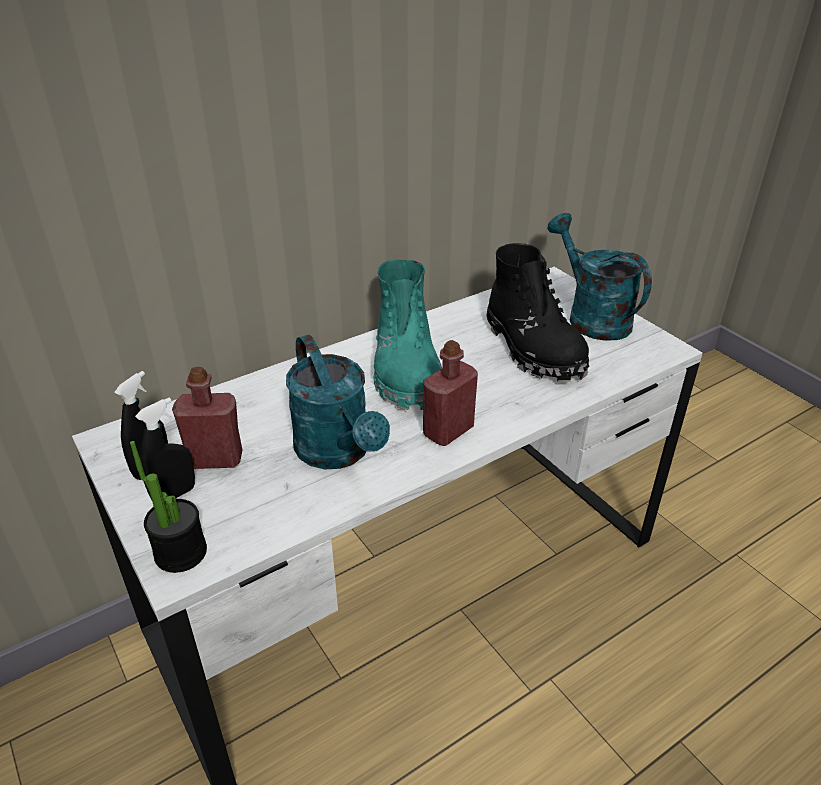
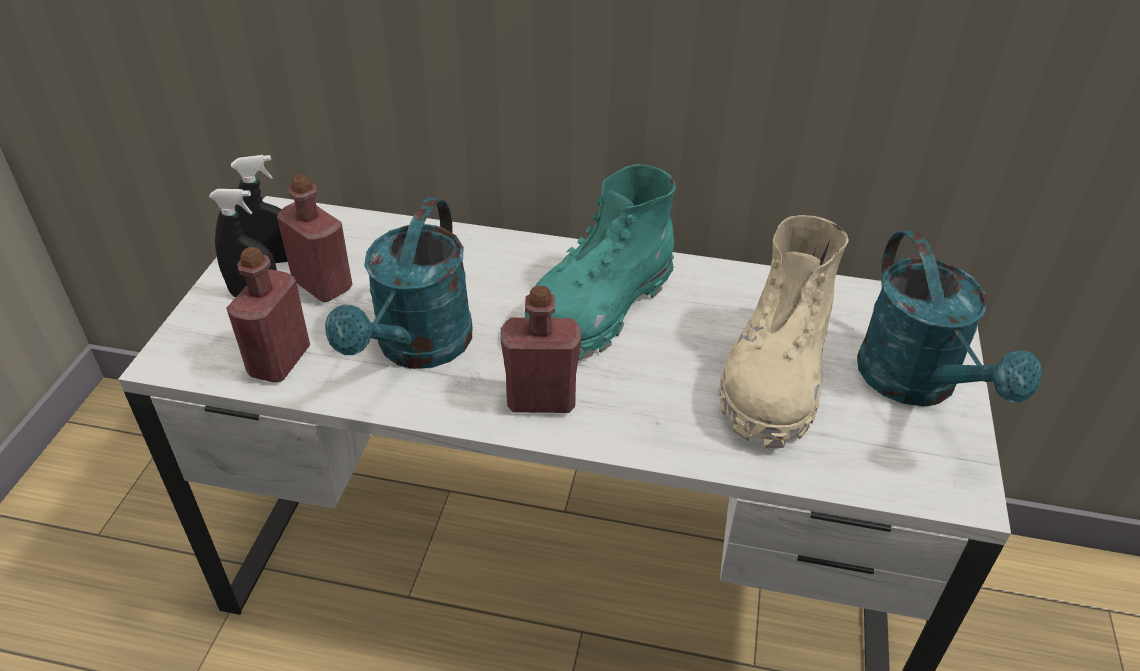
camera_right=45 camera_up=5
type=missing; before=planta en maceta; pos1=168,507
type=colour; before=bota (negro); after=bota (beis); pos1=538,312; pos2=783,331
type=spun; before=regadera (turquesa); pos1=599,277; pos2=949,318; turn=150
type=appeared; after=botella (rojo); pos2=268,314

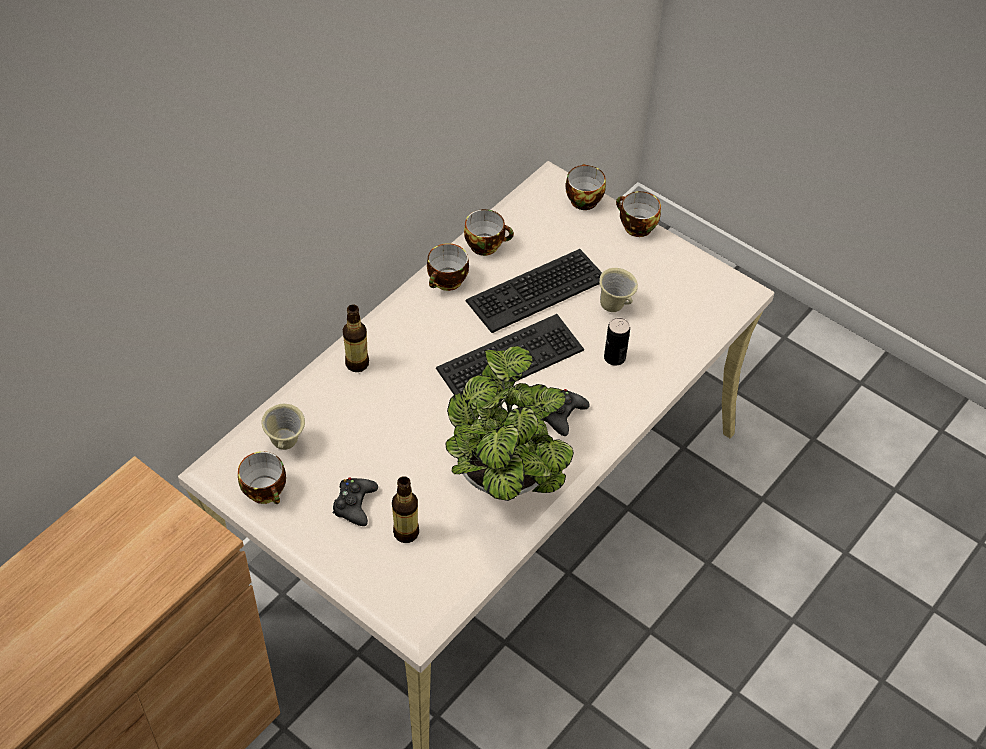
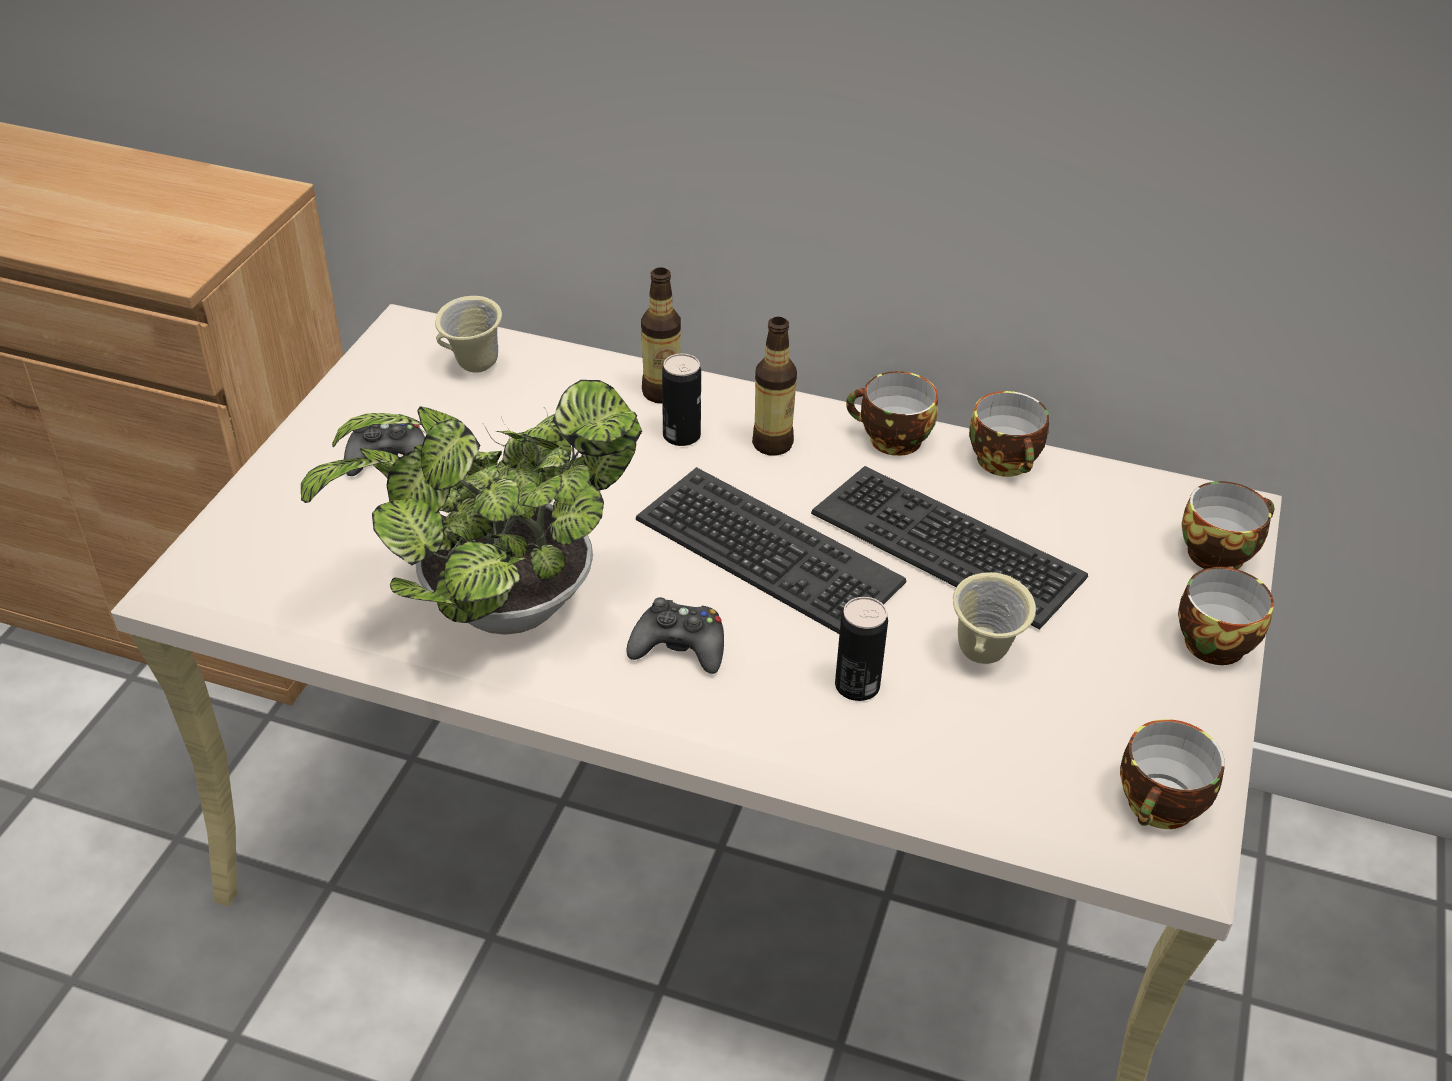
camera_right=70 camera_up=-10
type=relocated; before=taza; pos1=262,477; pos2=1172,774
type=relocated; before=botella; pos1=405,509; pos2=774,386
type=appeared; after=lata; pos2=681,400

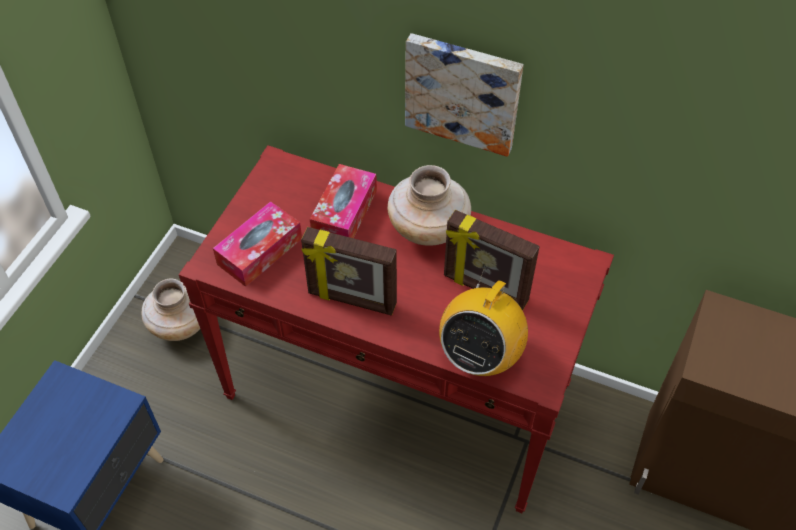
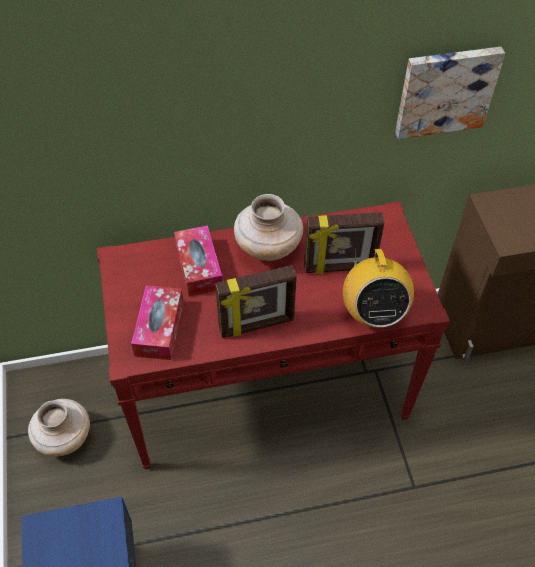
camera_right=-35 camera_up=0
type=relocated; before=cuadro; pos1=464,95; pos2=450,93

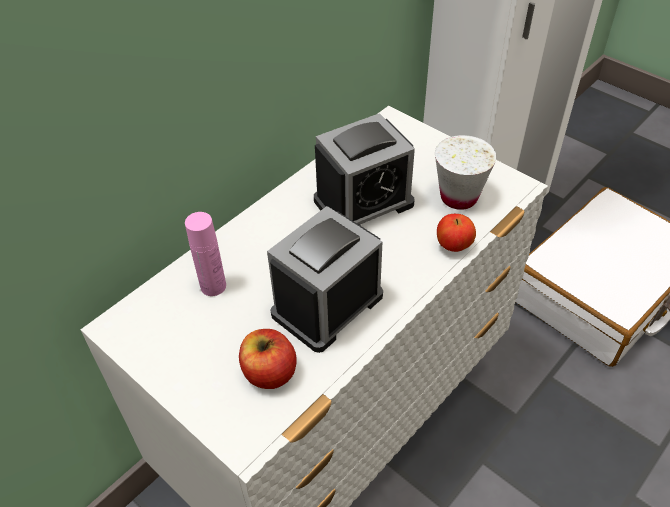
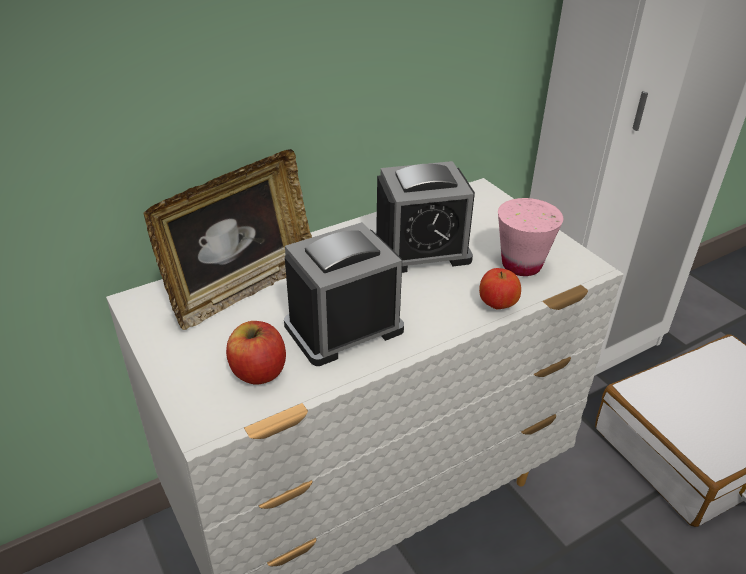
camera_right=15 camera_up=-10
type=exchanged; before=botella (rosa); after=portarretratos; pos1=205,254; pos2=227,239
type=colour; before=taza (blanco); after=taza (rosa); pos1=466,172; pos2=530,237

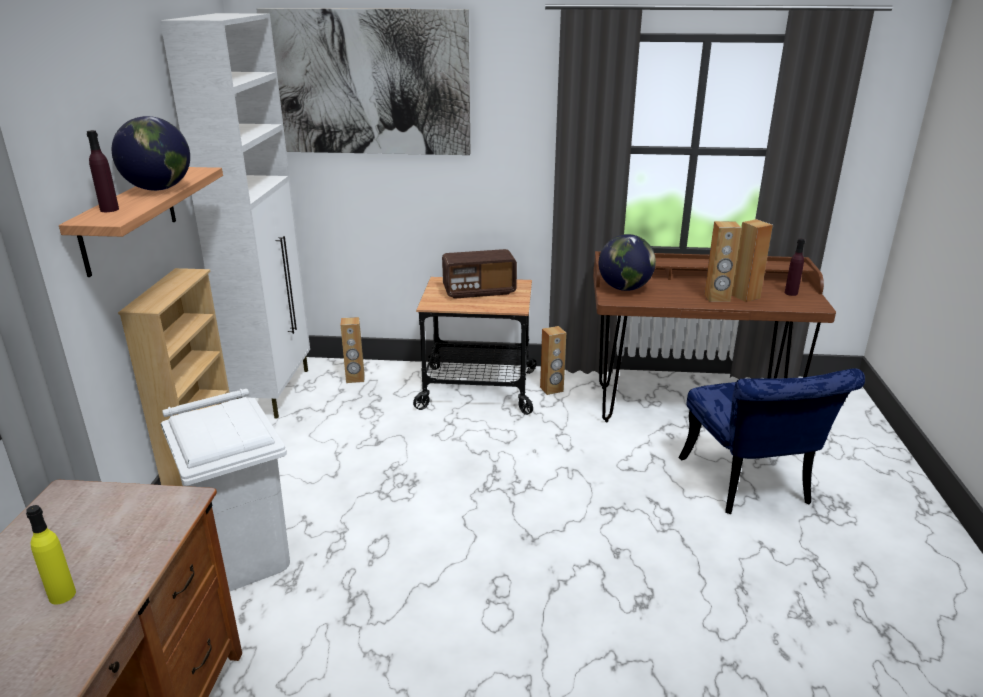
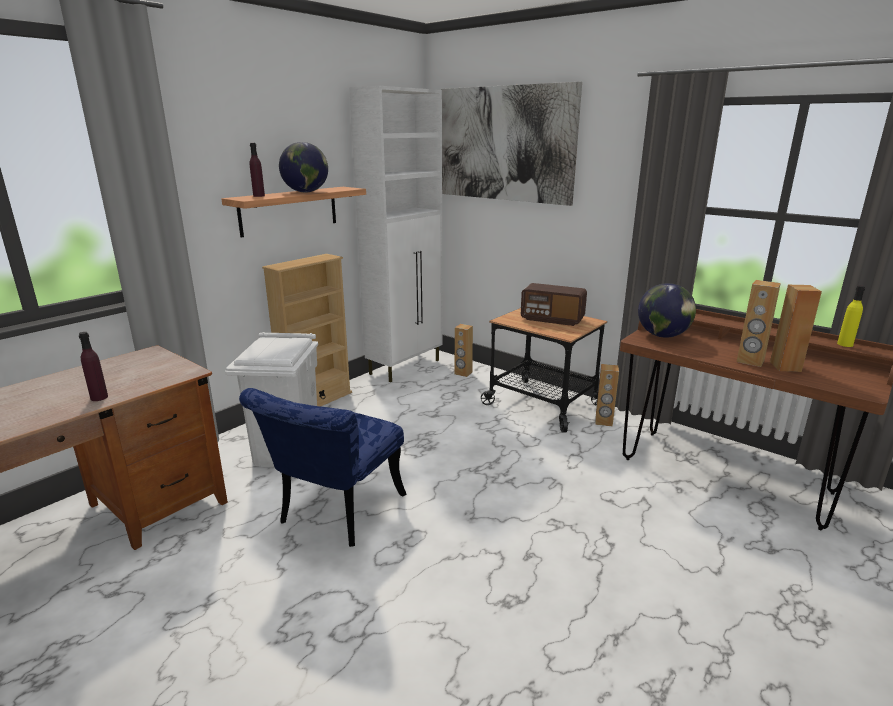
camera_right=35 camera_up=-5
type=relocated; before=botella (amarillo); pos1=51,554; pos2=851,316
type=relocated; before=silla (azul); pos1=771,441; pos2=322,467
type=relocated; before=botella (morado); pos1=795,267; pos2=93,366

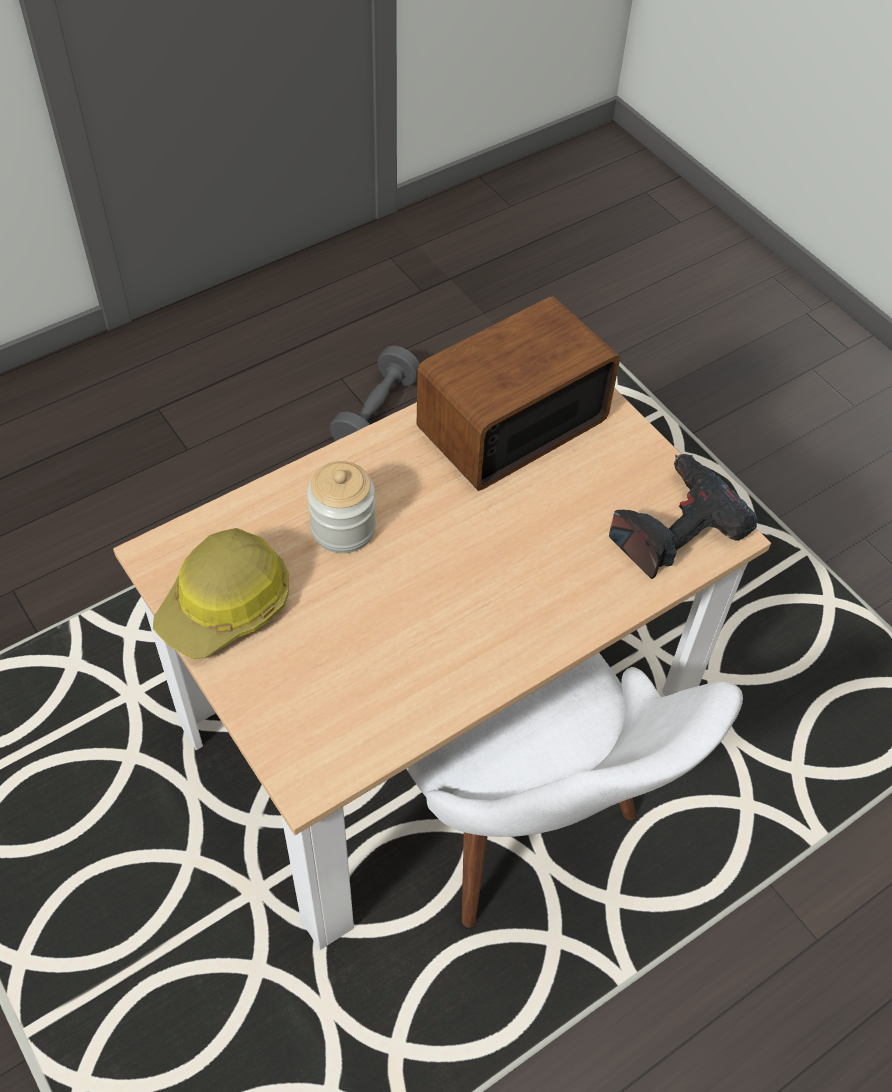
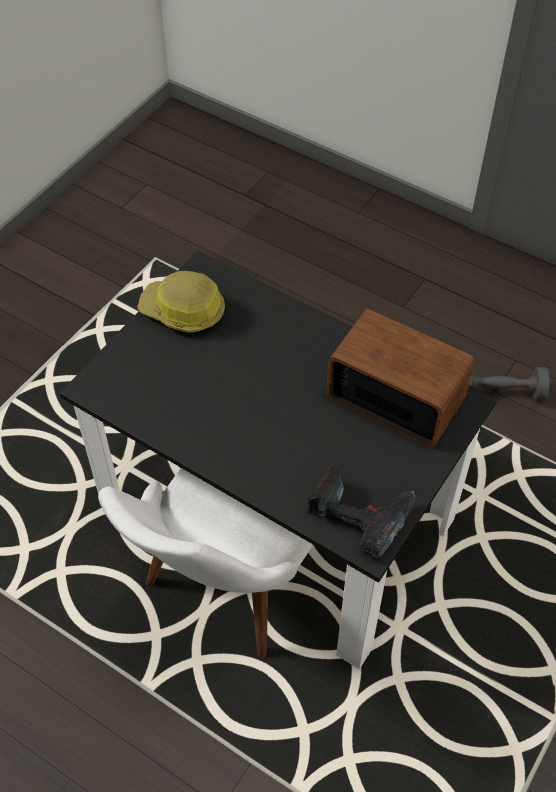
camera_right=70 camera_up=0
type=colour; before=mesa de comedor (beis); after=mesa de comedor (negro); pos1=442,669; pos2=278,460
type=missing; before=tarro; pos1=341,507

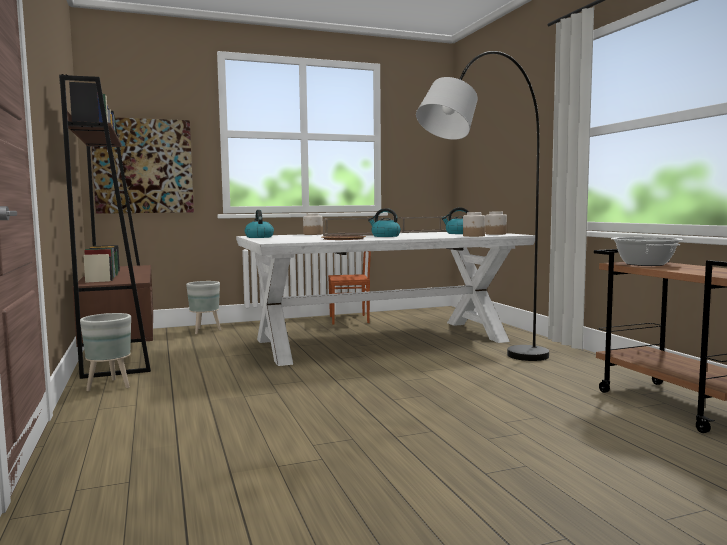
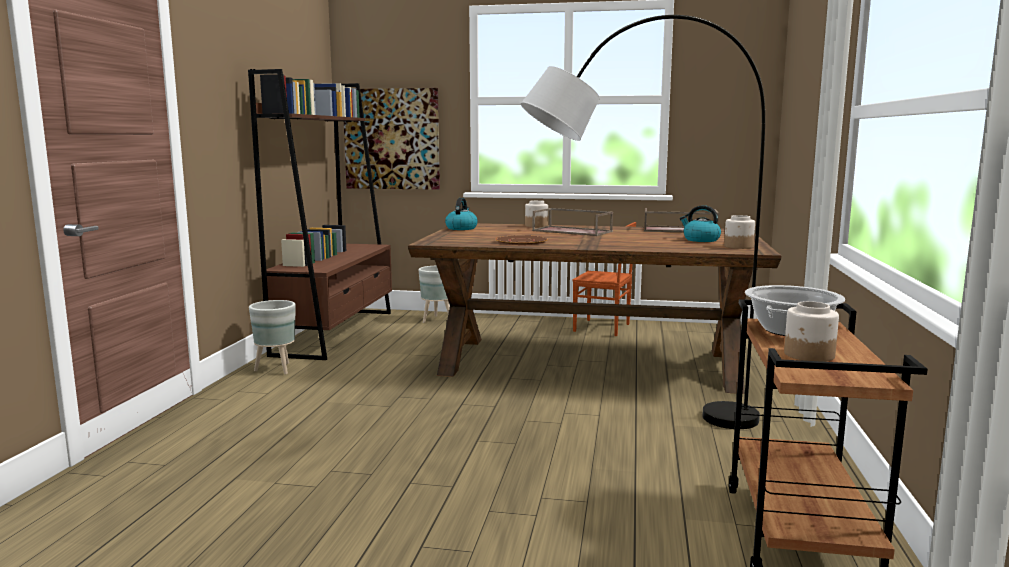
camera_right=30 camera_up=5
type=colour; before=mesa de comedor (blanco); after=mesa de comedor (marrón); pos1=385,299; pos2=594,308
type=missing; before=hervidor; pos1=384,222
type=relocated; before=tarro; pos1=474,224; pos2=811,331

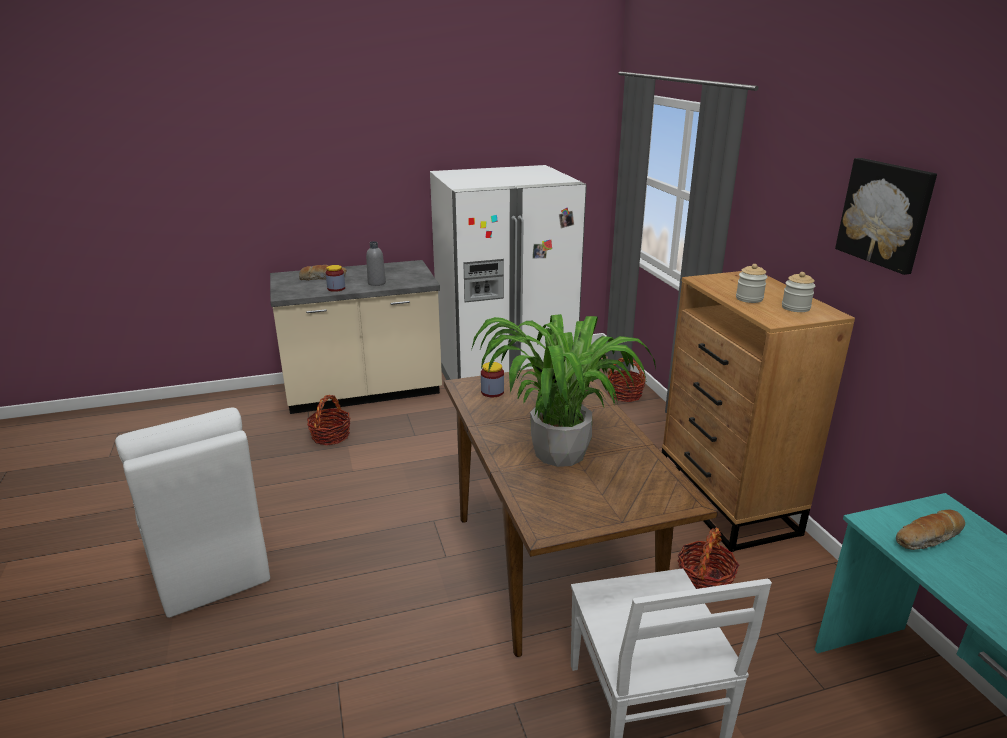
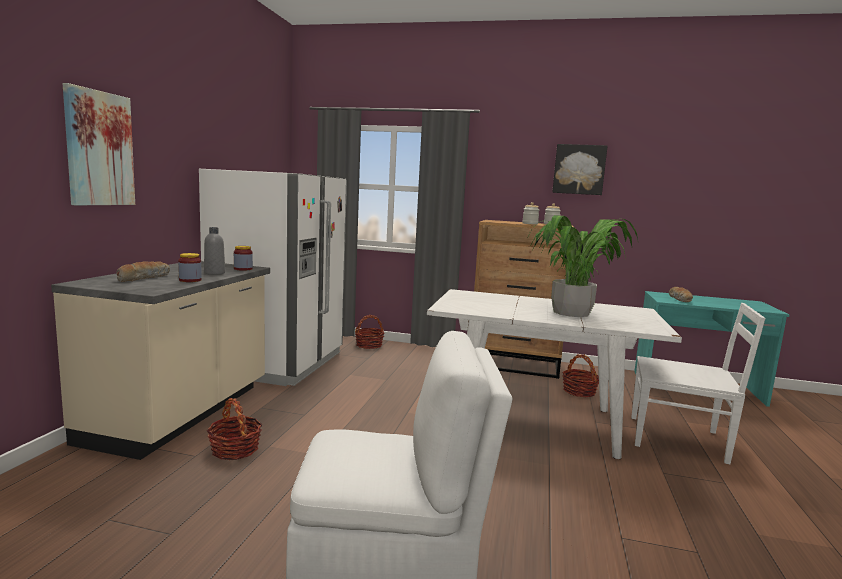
camera_right=-60 camera_up=-15
type=colour; before=mesa de comedor (marrón); after=mesa de comedor (blanco); pos1=581,513; pos2=554,374
type=relocated; before=tarro; pos1=492,379; pos2=243,258
type=appeared; after=cuadro; pos2=99,144

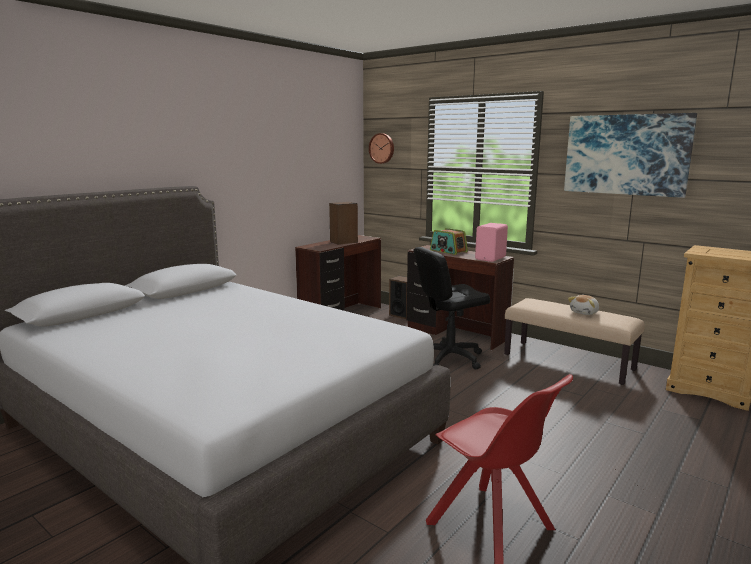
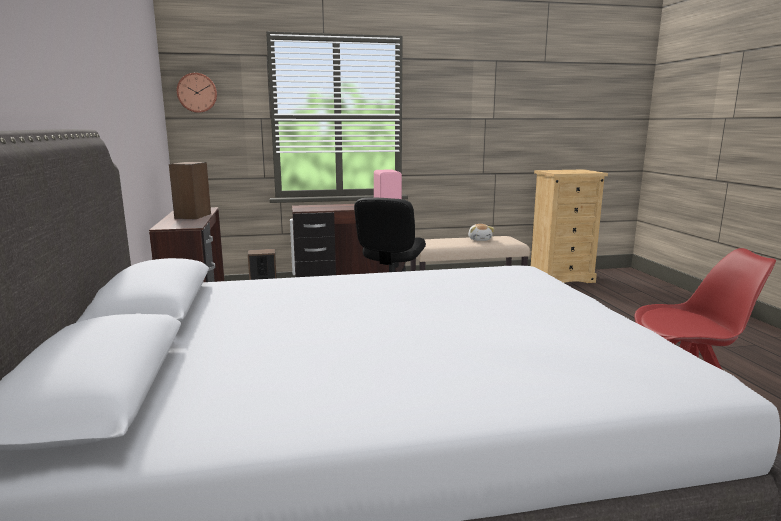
camera_right=-50 camera_up=0
type=missing; before=radio; pos1=449,241
type=missing; before=cuadro; pos1=630,155

